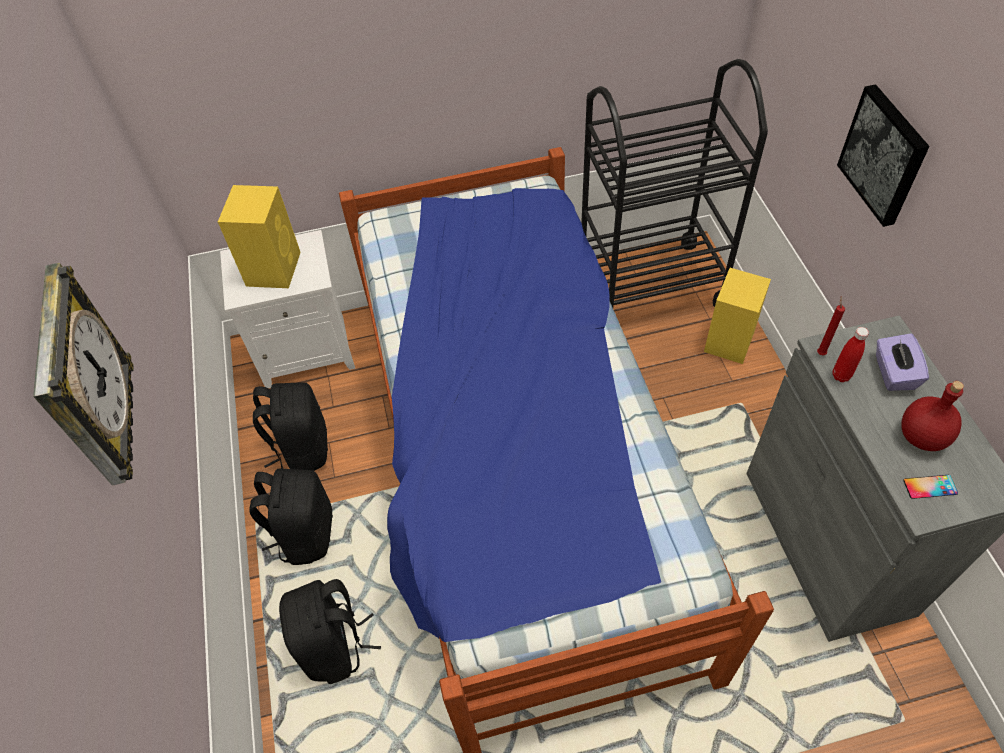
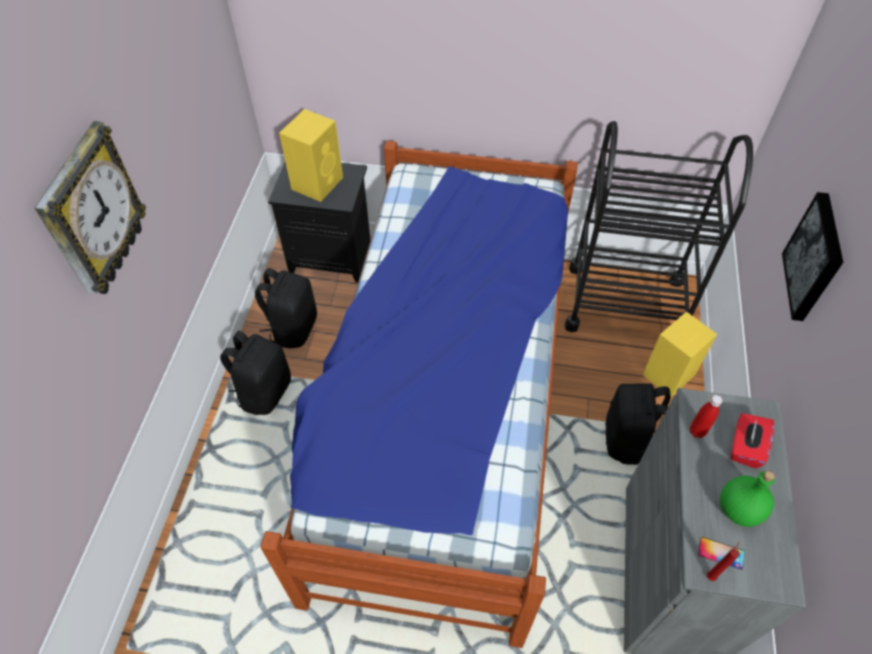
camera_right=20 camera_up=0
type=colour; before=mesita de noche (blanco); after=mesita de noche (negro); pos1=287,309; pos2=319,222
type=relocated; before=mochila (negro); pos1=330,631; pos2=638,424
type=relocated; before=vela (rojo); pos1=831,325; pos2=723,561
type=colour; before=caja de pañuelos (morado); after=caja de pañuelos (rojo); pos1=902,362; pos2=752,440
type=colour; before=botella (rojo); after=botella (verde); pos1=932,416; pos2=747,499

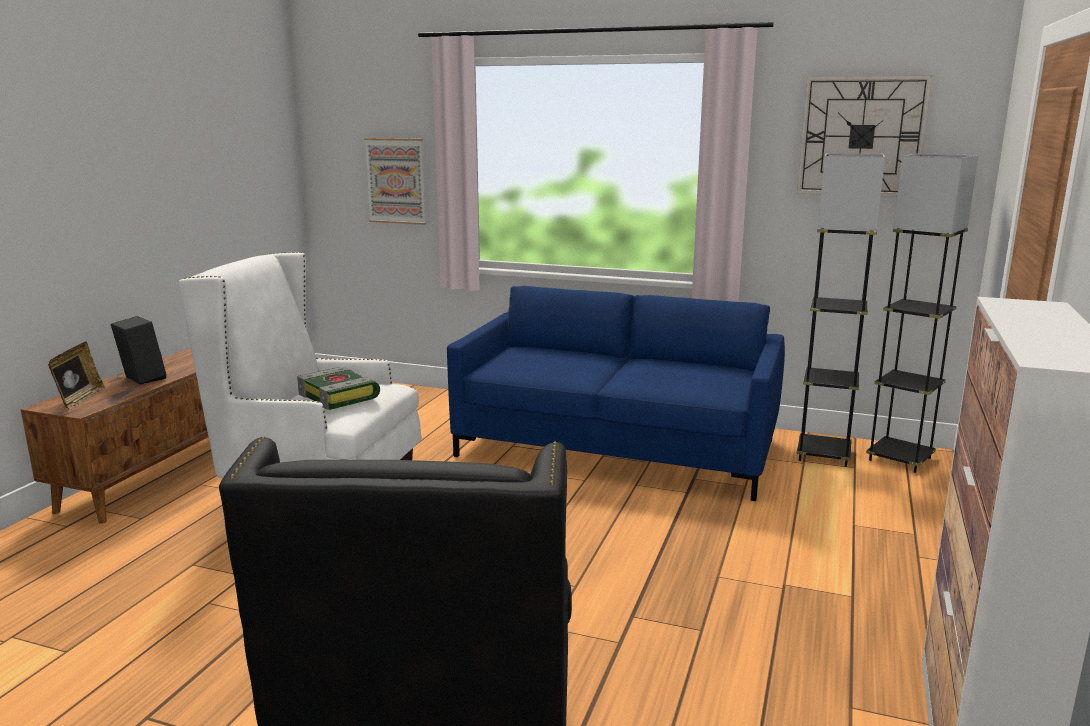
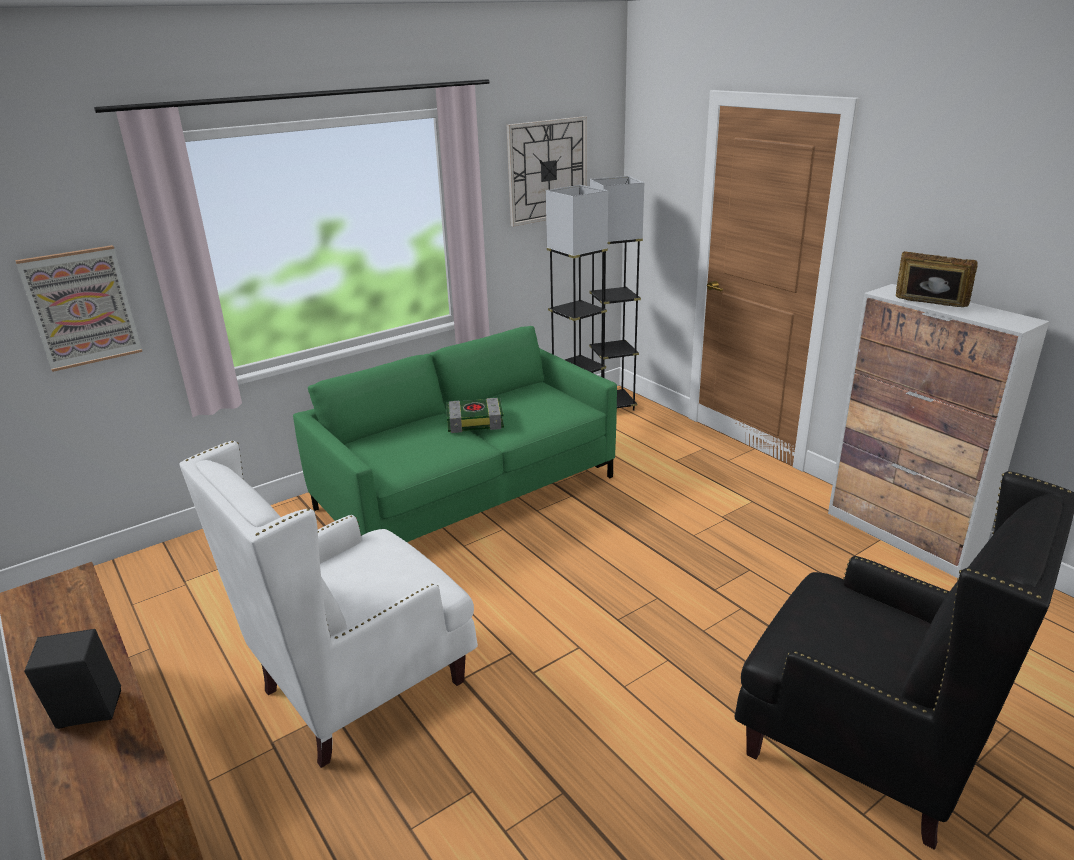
camera_right=-55 camera_up=10
type=relocated; before=portarretratos; pos1=77,375; pos2=937,279
type=relocated; before=libro; pos1=338,388; pos2=475,415
type=colour; before=sofá (azul); after=sofá (verde); pos1=616,393; pos2=455,434

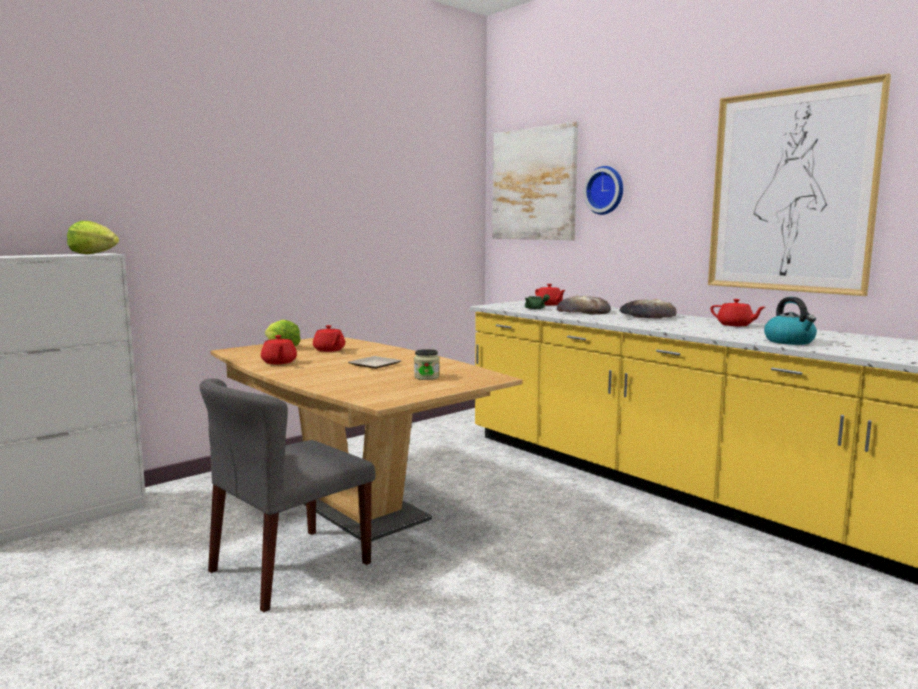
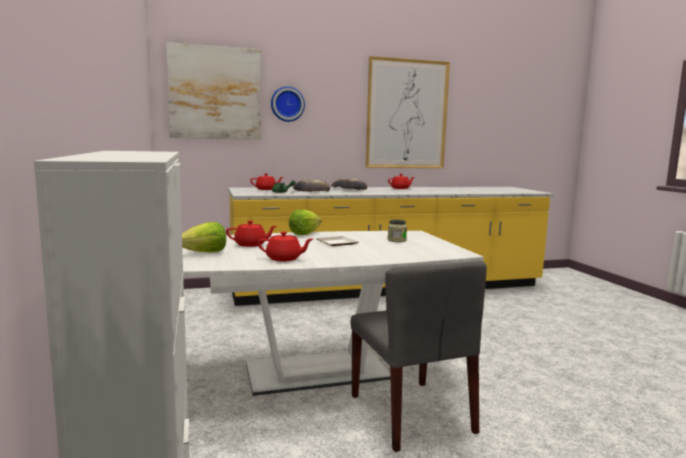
camera_right=-65 camera_up=0
type=relocated; before=lechuga; pos1=93,237; pos2=305,222
type=colour; before=mesa de comedor (marrón); after=mesa de comedor (blanco); pos1=367,439; pos2=333,313
type=missing; before=hervidor; pos1=790,321

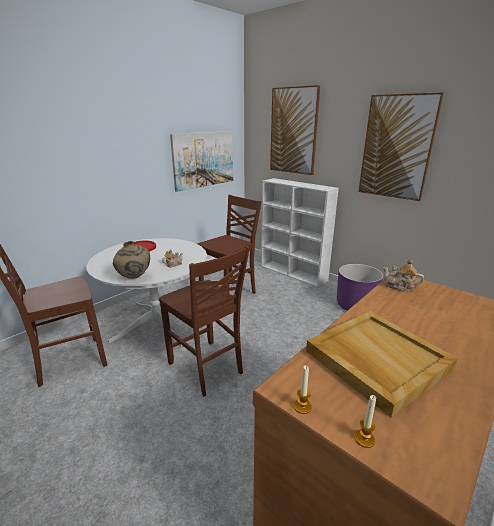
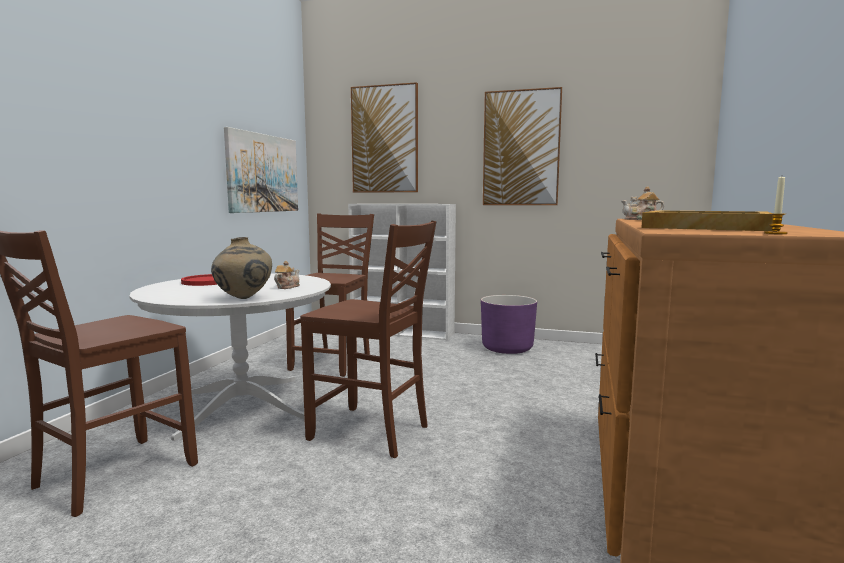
camera_right=-25 camera_up=-15
type=missing; before=vela; pos1=302,389

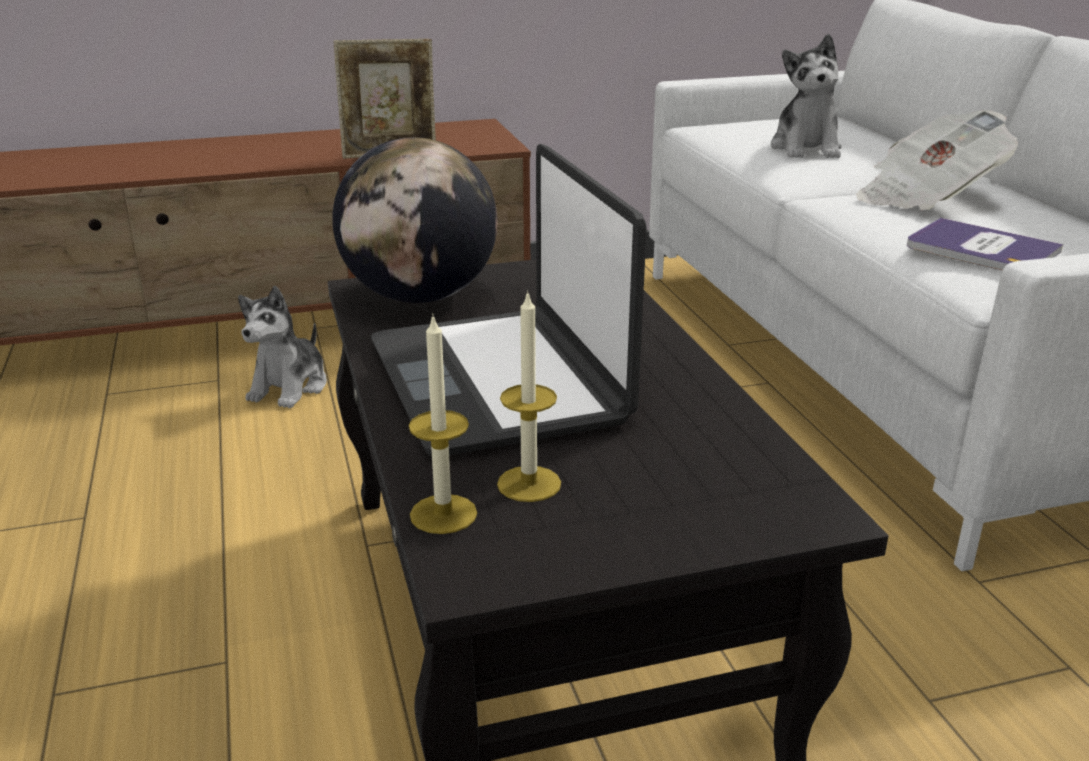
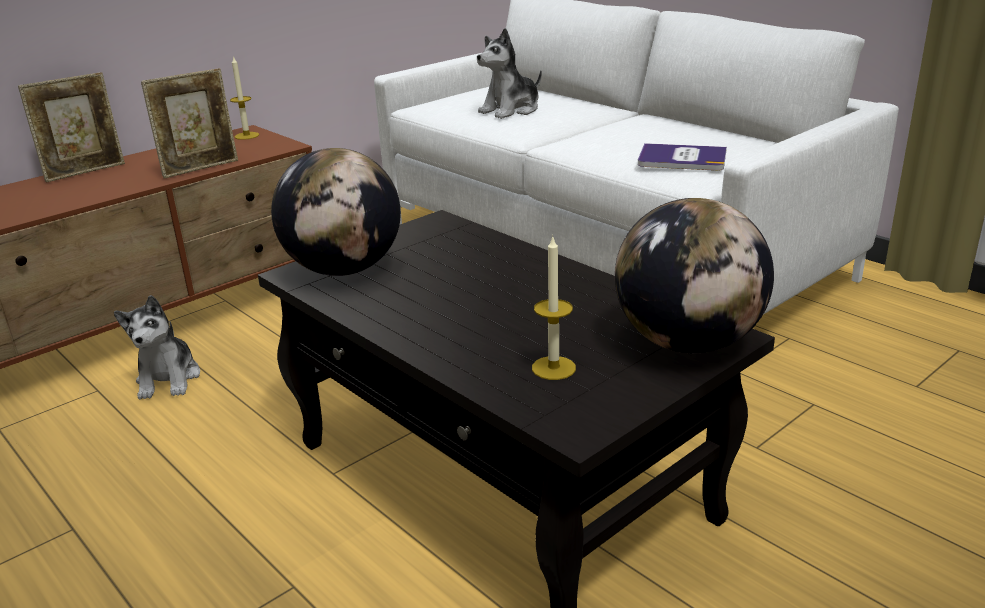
camera_right=-25 camera_up=0
type=missing; before=portátil; pos1=509,300
type=relocated; before=vela; pos1=443,423; pos2=244,98
type=spun; before=peluche; pos1=806,96; pos2=509,73; turn=75
type=missing; before=periódico; pos1=937,160
type=appeared; after=portarretratos; pos2=71,127
type=appeared; after=globo terráqueo; pos2=694,275

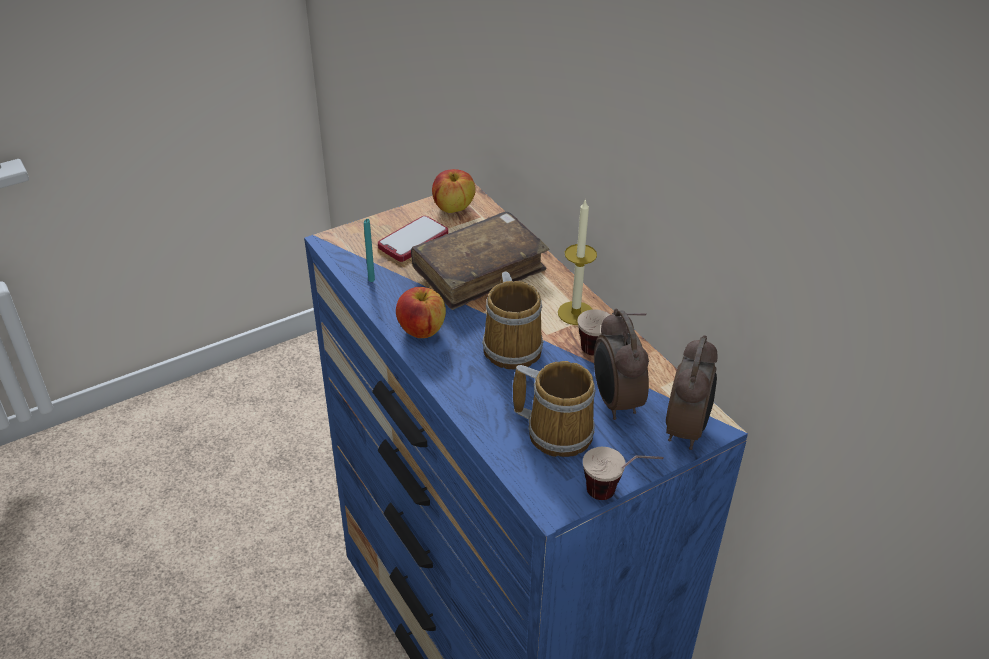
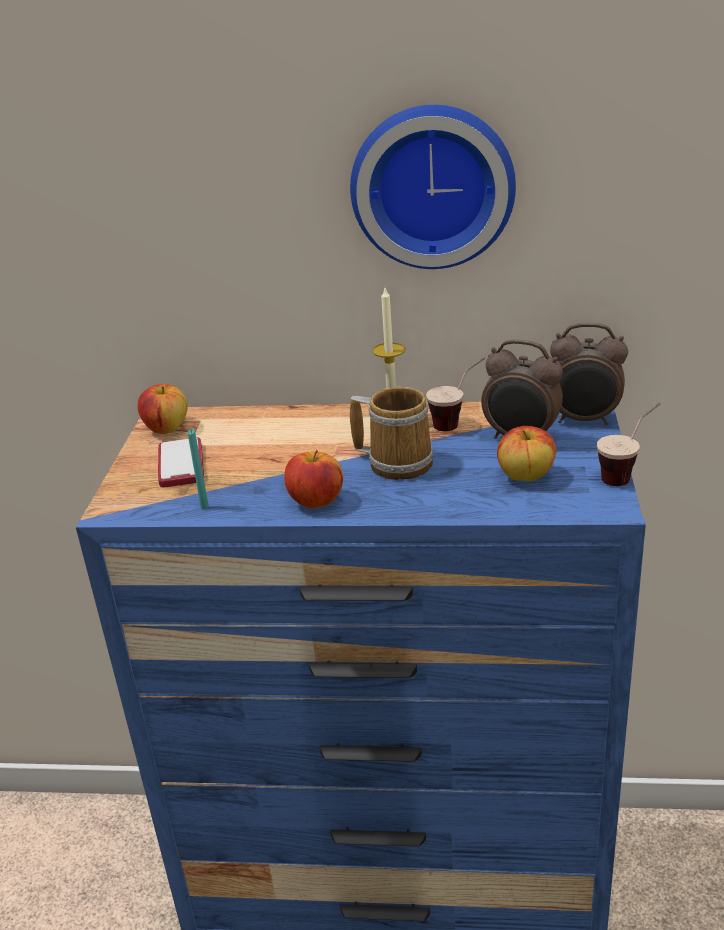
camera_right=-50 camera_up=-10
type=missing; before=libro (marrón); pos1=480,261
type=exchanged; before=taza grande; after=manzana; pos1=554,409; pos2=526,453
type=spun; before=despertador; pos1=692,392; pos2=589,374; turn=135
type=appeared; after=reloj de pared; pos2=433,187

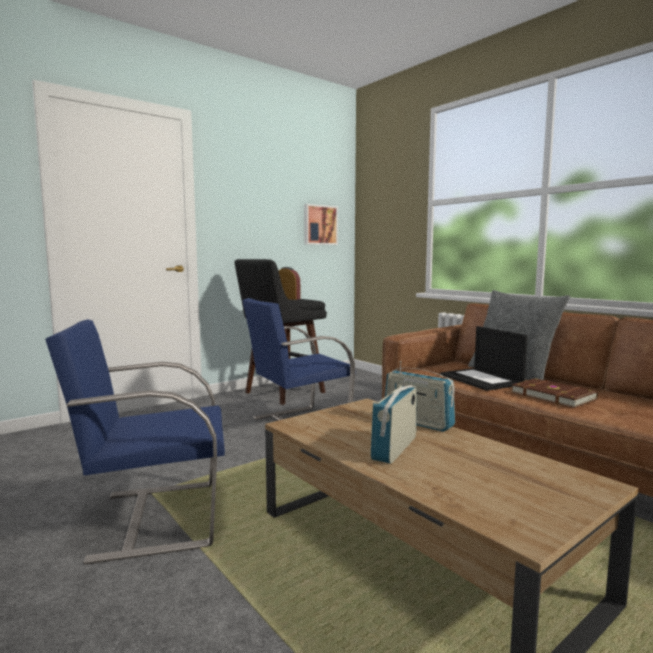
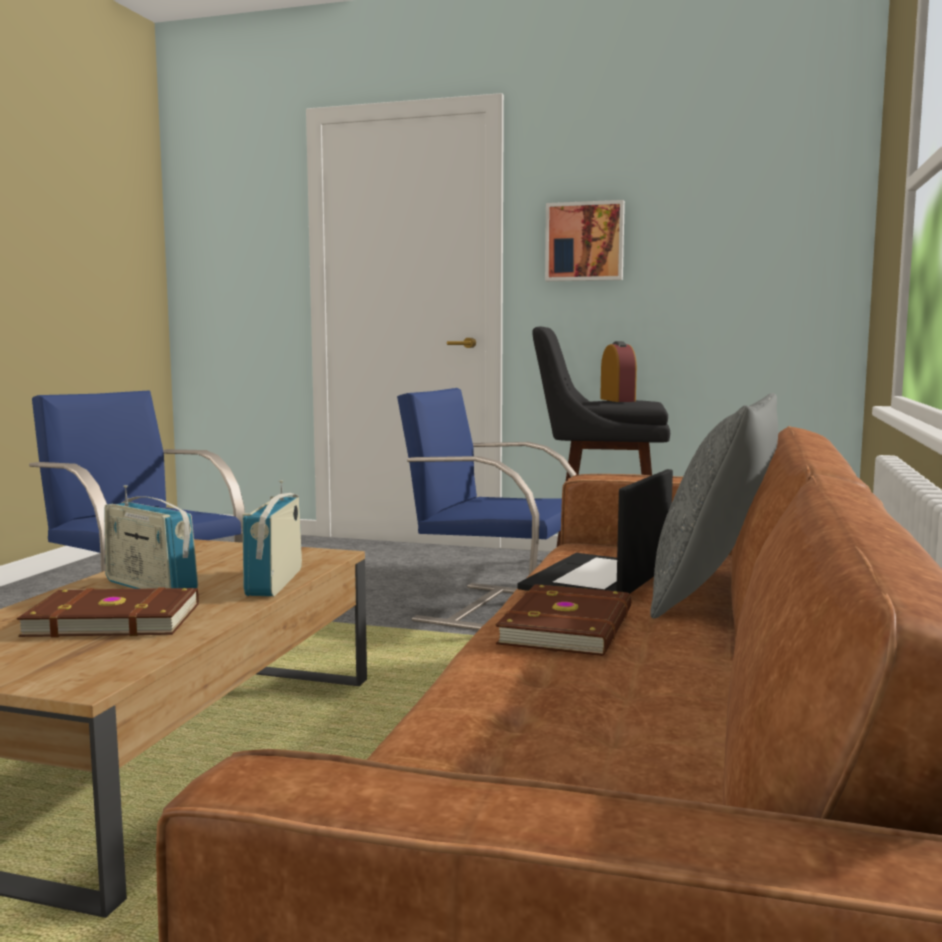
camera_right=55 camera_up=0
type=relocated; before=cuadro; pos1=321,224; pos2=585,240
type=spun; before=radio; pos1=393,420; pos2=151,537; turn=-135
type=appeared; after=libro (marrón); pos2=108,612

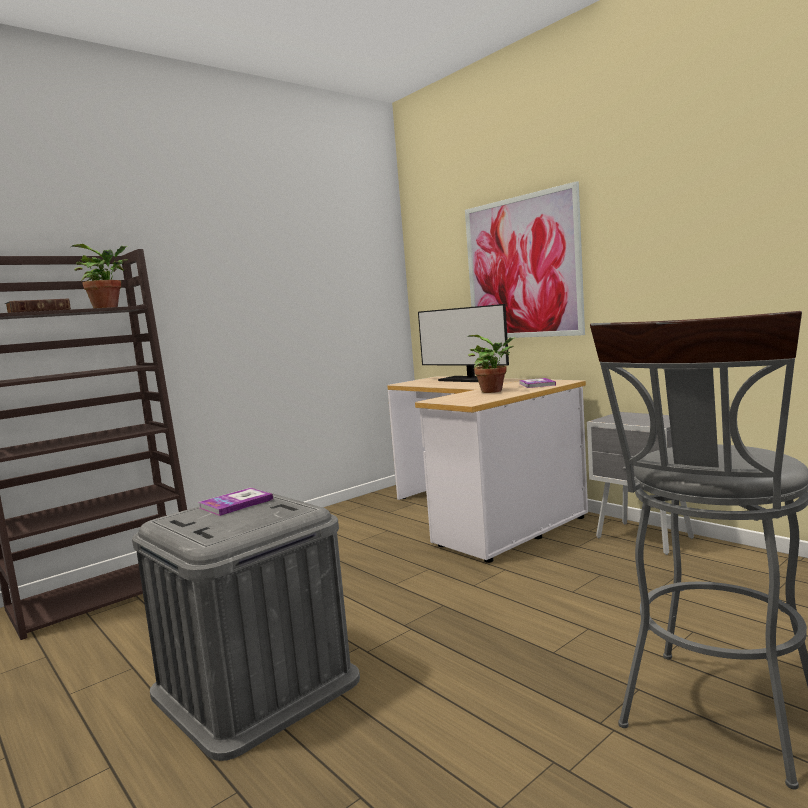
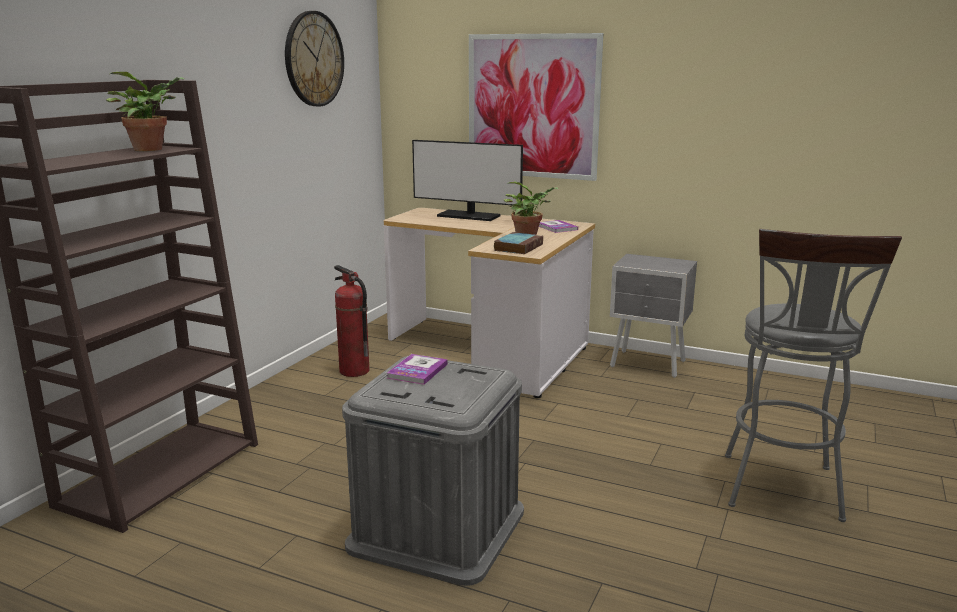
camera_right=-25 camera_up=10
type=relocated; before=libro; pos1=38,306; pos2=518,243
type=appeared; after=reloj de pared; pos2=314,58
type=appeared; after=extintor; pos2=351,321

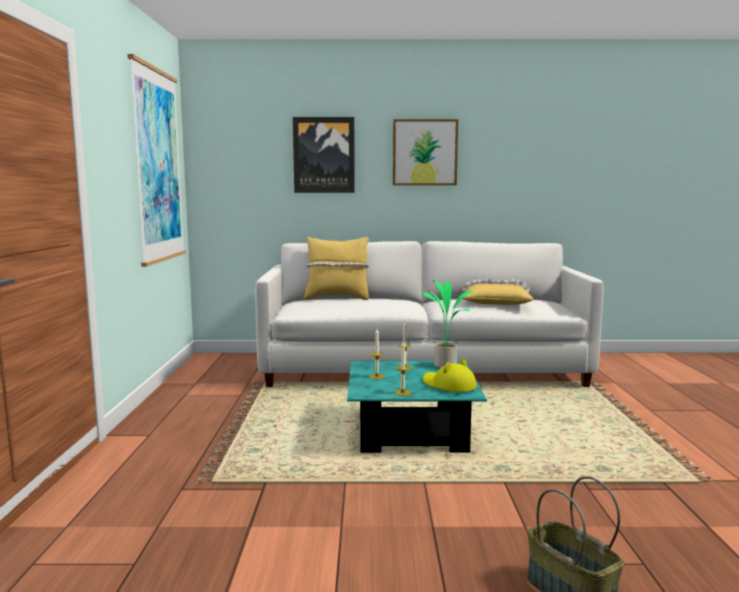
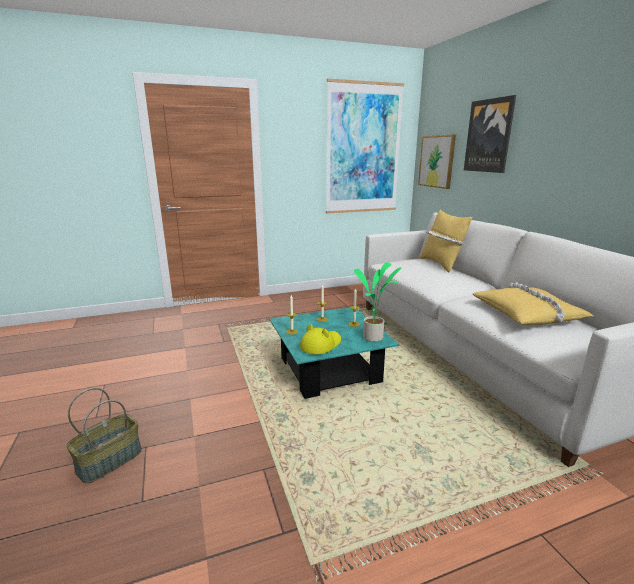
camera_right=70 camera_up=10
type=relocated; before=cuadro; pos1=425,152; pos2=437,161

